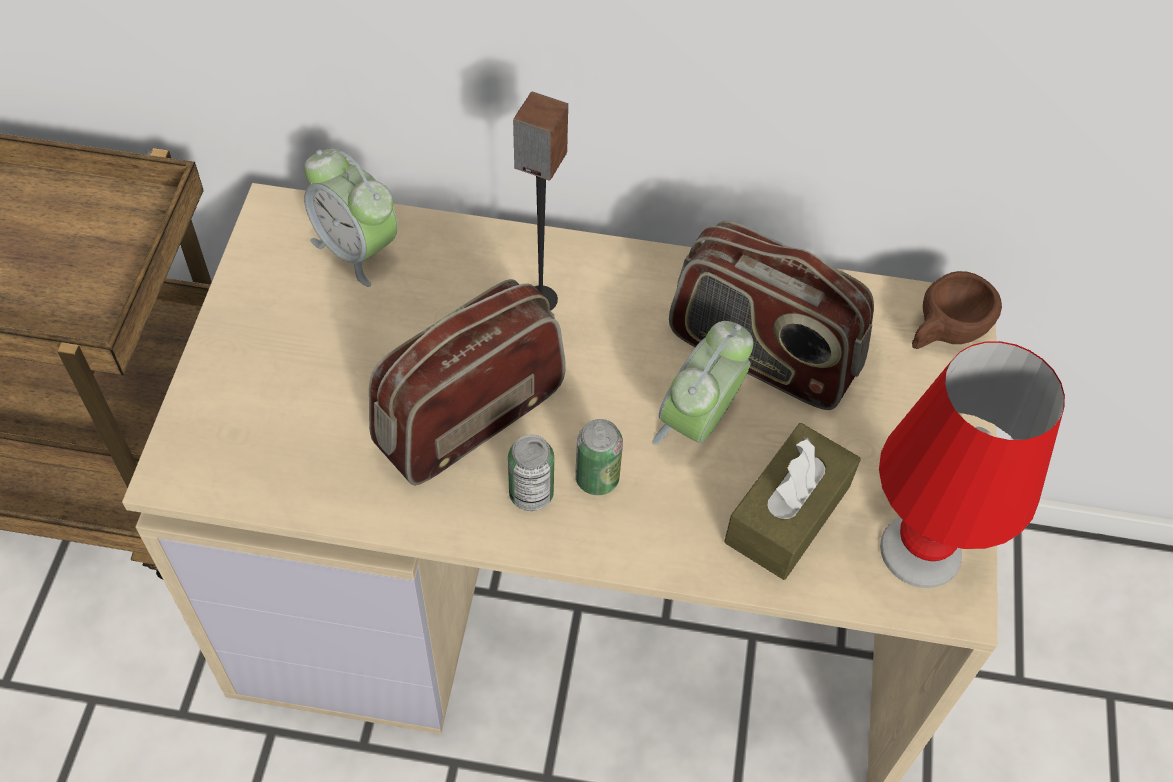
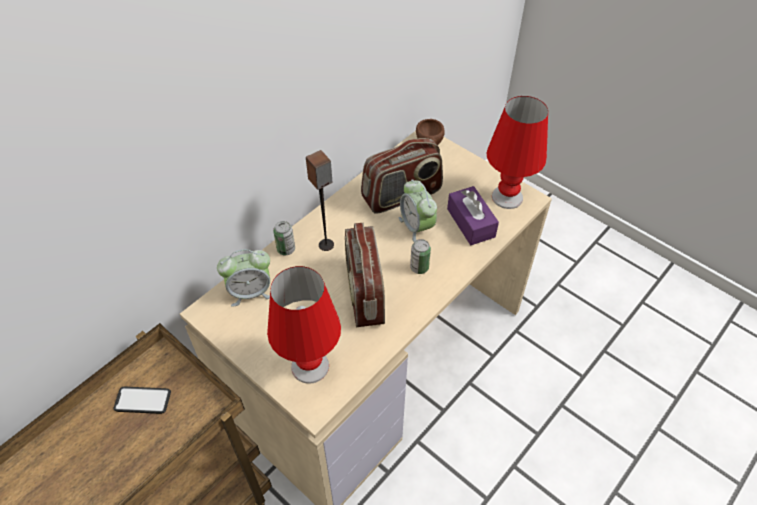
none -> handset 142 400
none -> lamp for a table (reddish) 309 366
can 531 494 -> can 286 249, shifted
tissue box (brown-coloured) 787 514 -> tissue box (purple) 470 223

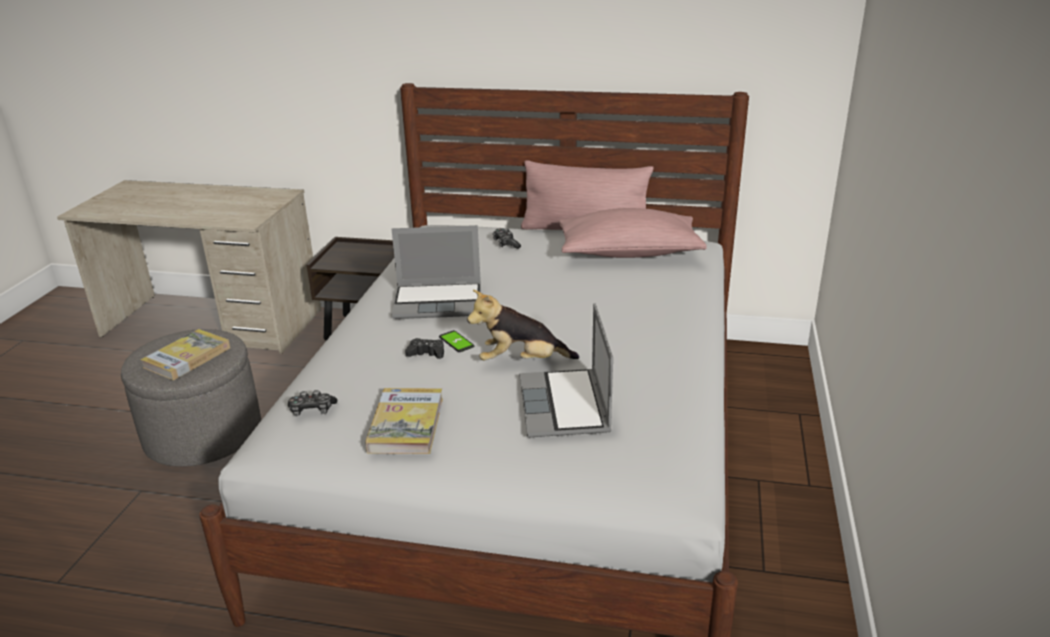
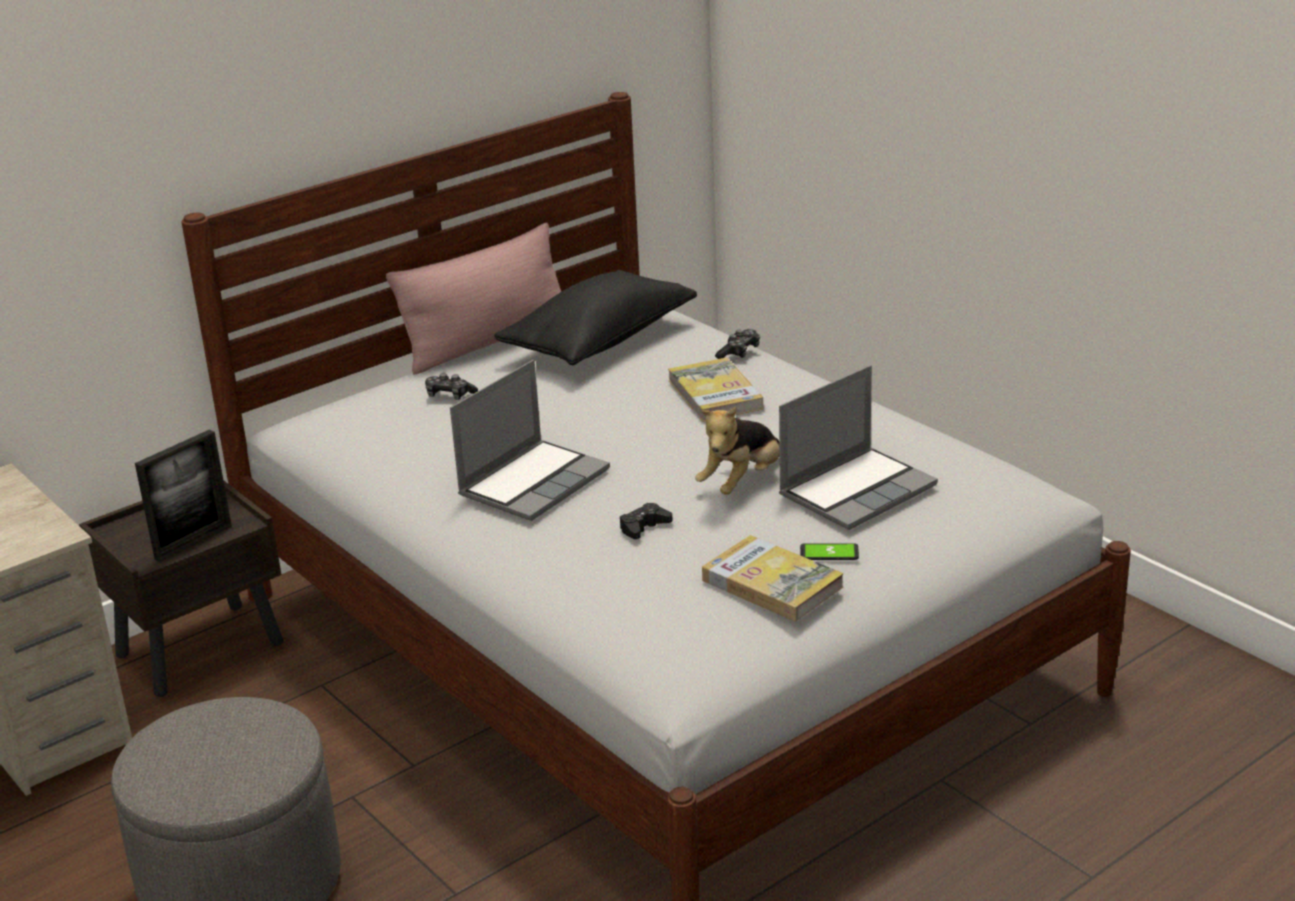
none -> standing frame 193 542
cushion (pinkish) 629 253 -> cushion (black-coloured) 599 341
book 187 357 -> book 715 394, shifted
joypad 312 410 -> joypad 739 352, shifted
notebook computer 565 406 -> notebook computer 857 490, 75 degrees counterclockwise
handset 456 342 -> handset 829 553, shifted

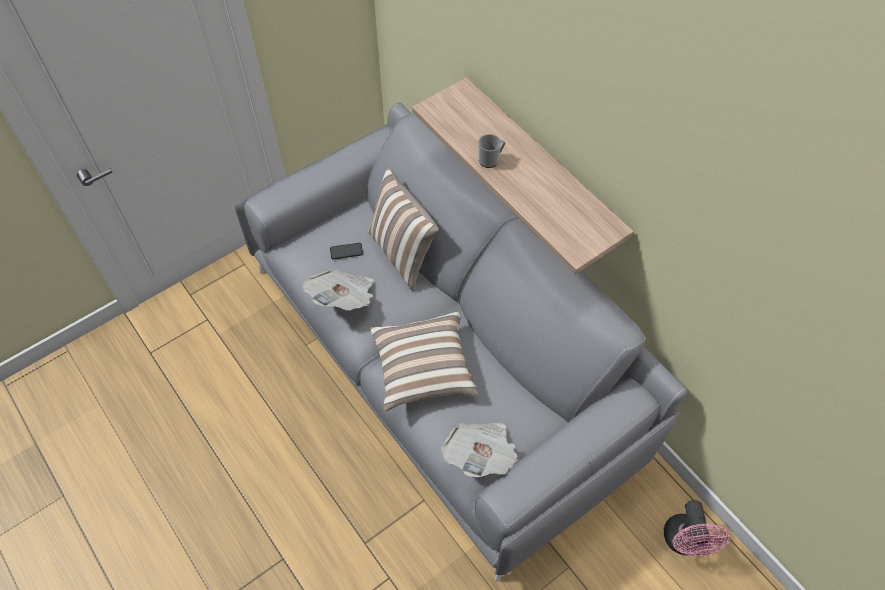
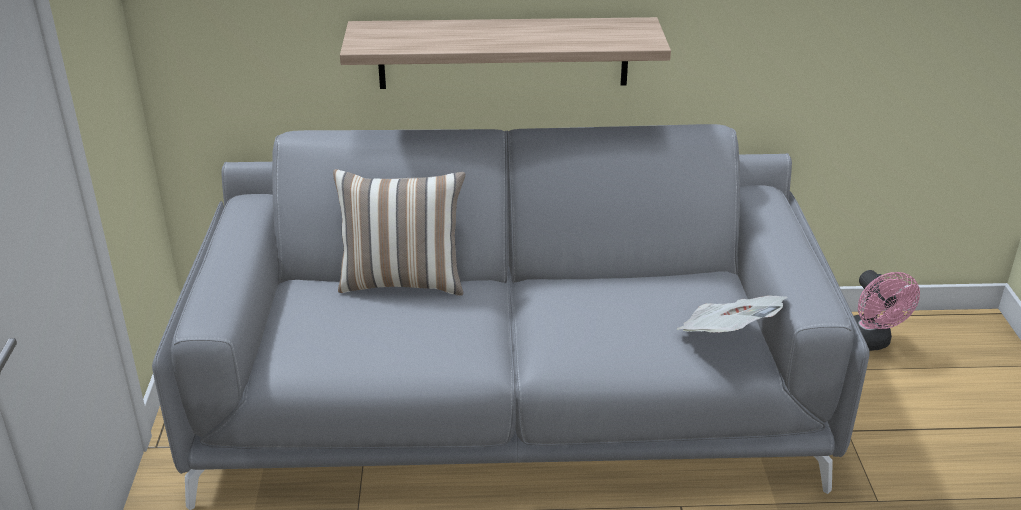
fan (pinkish) 685 542 -> fan (pinkish) 870 342, 45 degrees clockwise
daily paper 343 299 -> none
handset 346 251 -> none
cushion 423 369 -> none
mug 490 159 -> none

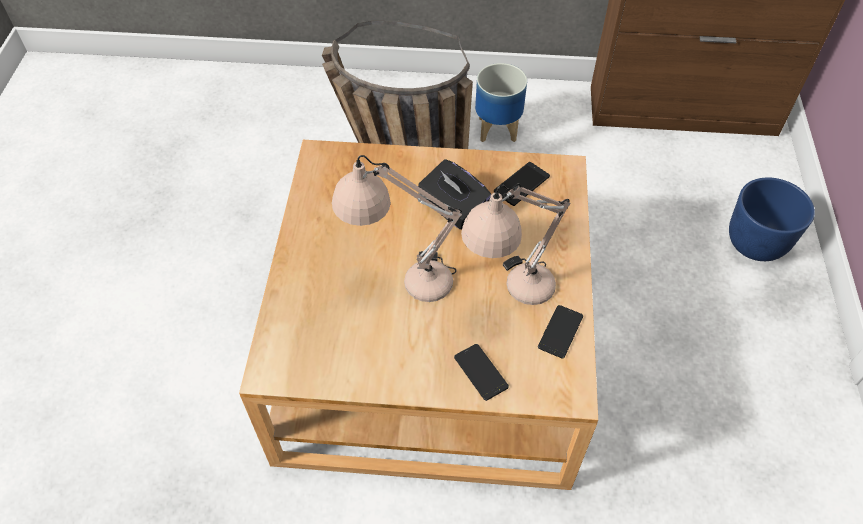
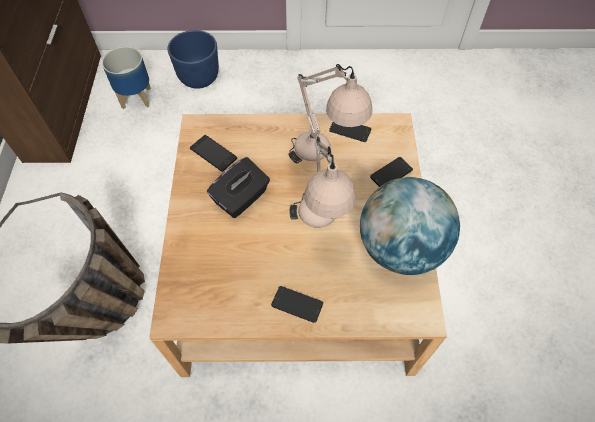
plant pot 497 130 -> plant pot 137 98, shifted
none -> handset 297 304
none -> world globe 400 248

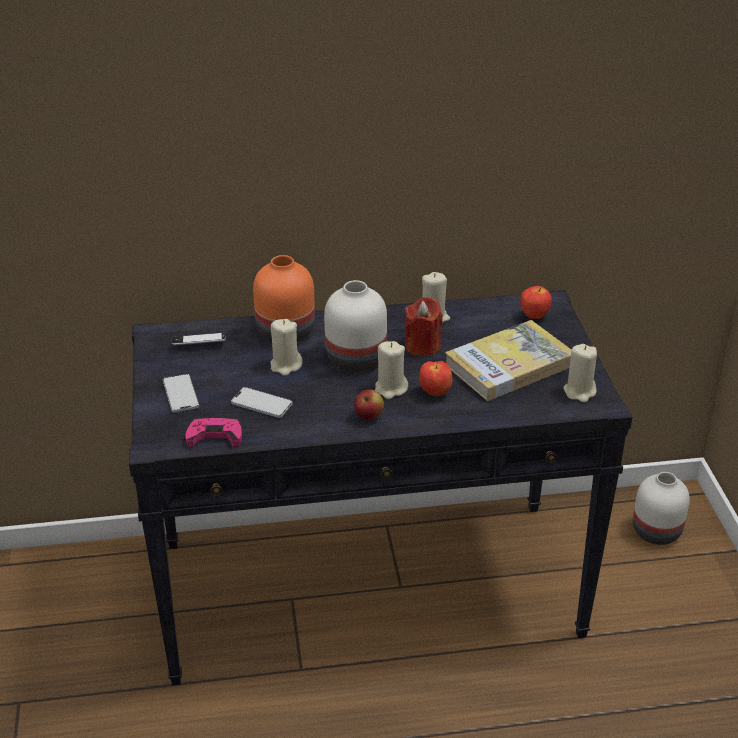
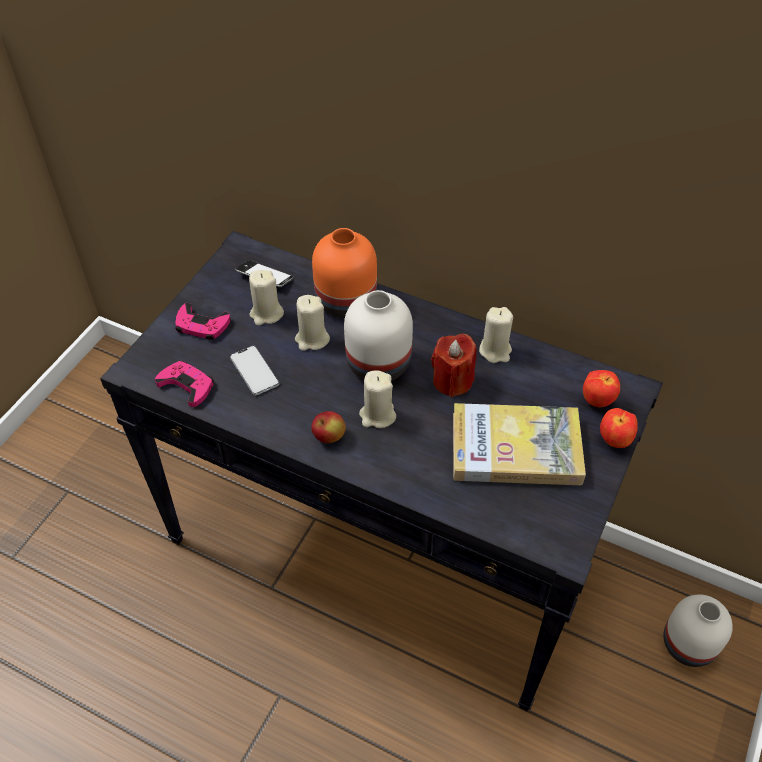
handset 180 394 -> joypad (pinkish) 201 325
candle (sand-coloured) 579 392 -> candle (sand-coloured) 266 314, shifted
apple fruit 435 393 -> apple fruit 614 440, shifted

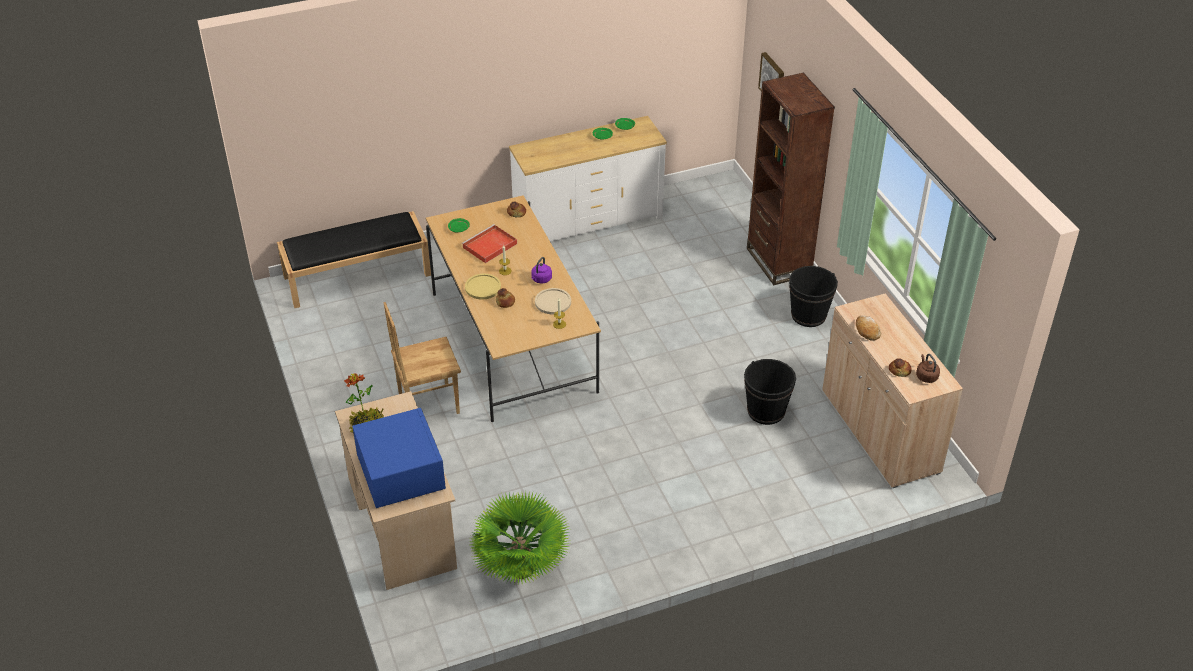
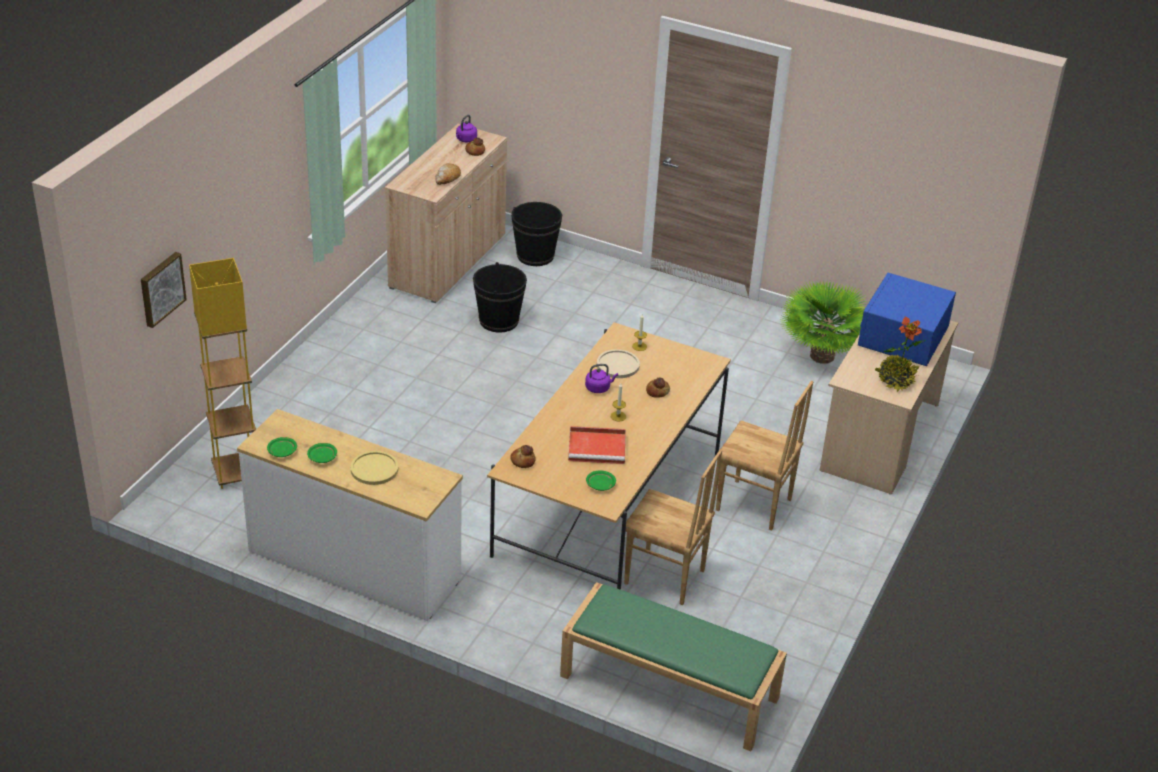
none -> floor lamp (yellowish) 236 473
flat dish (yellowish) 483 287 -> flat dish (yellowish) 374 469, shifted
kettle (brown-coloured) 926 376 -> kettle (purple) 465 140
water bucket (black-coloured) 808 315 -> water bucket (black-coloured) 535 256, shifted
bench (black-coloured) 358 275 -> bench (green) 667 687
none -> plain chair (brown-coloured) 664 578
bookshelf (brown-coloured) 778 262 -> none

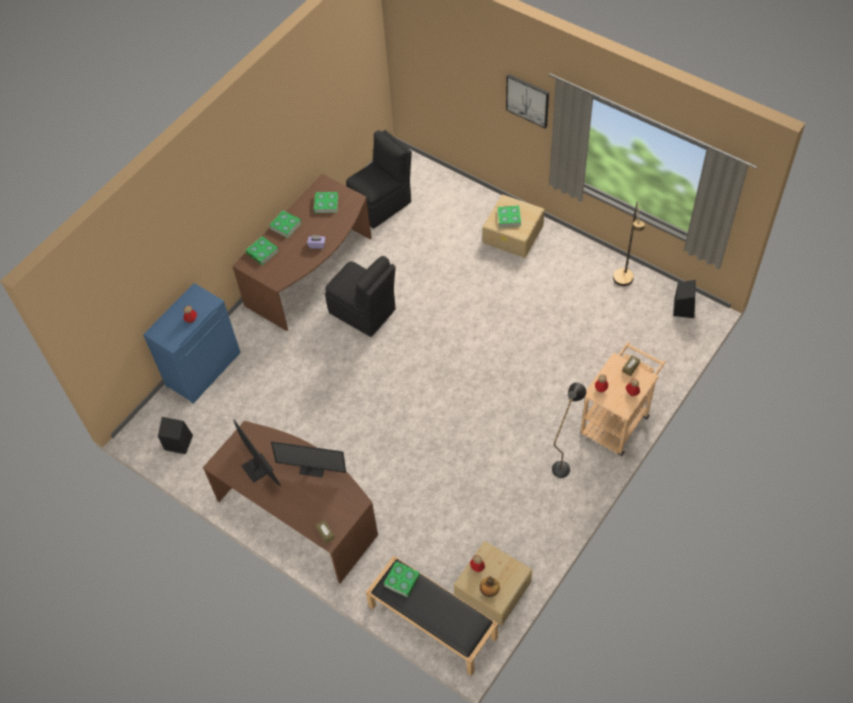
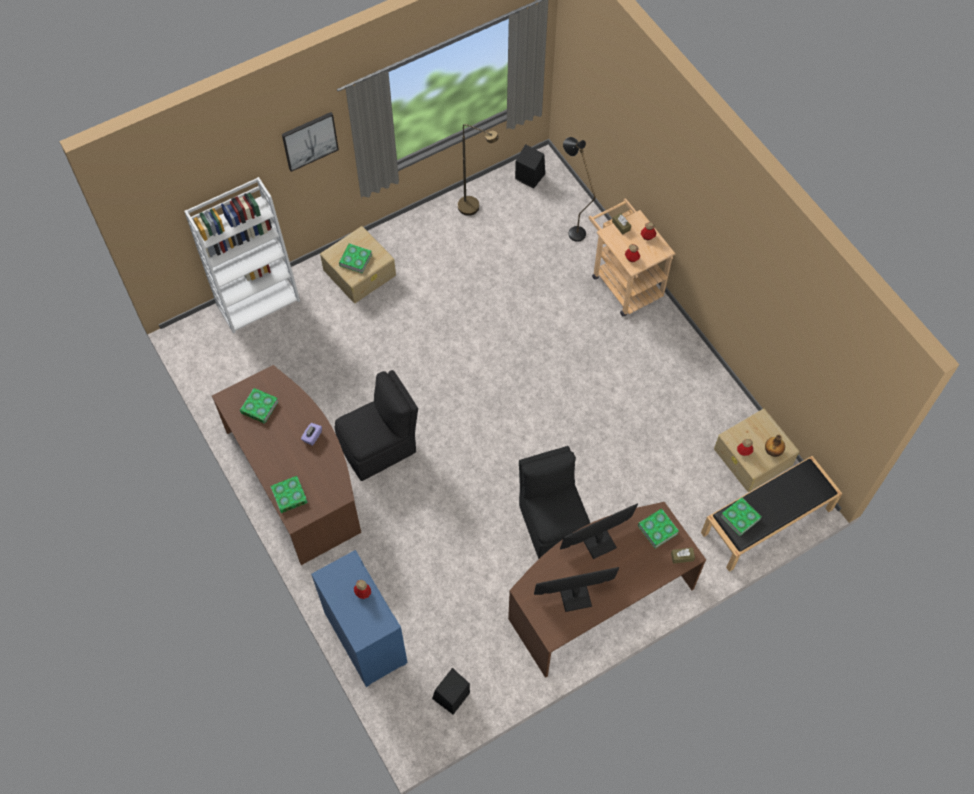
none -> bookshelf (white) 258 301
plain chair (black-coloured) 381 204 -> plain chair (black-coloured) 552 523, shifted
computer display 313 466 -> computer display 598 541, 150 degrees counterclockwise
floor lamp (black-coloured) 563 464 -> floor lamp (black-coloured) 572 230, shifted
book 285 226 -> book 657 529, shifted

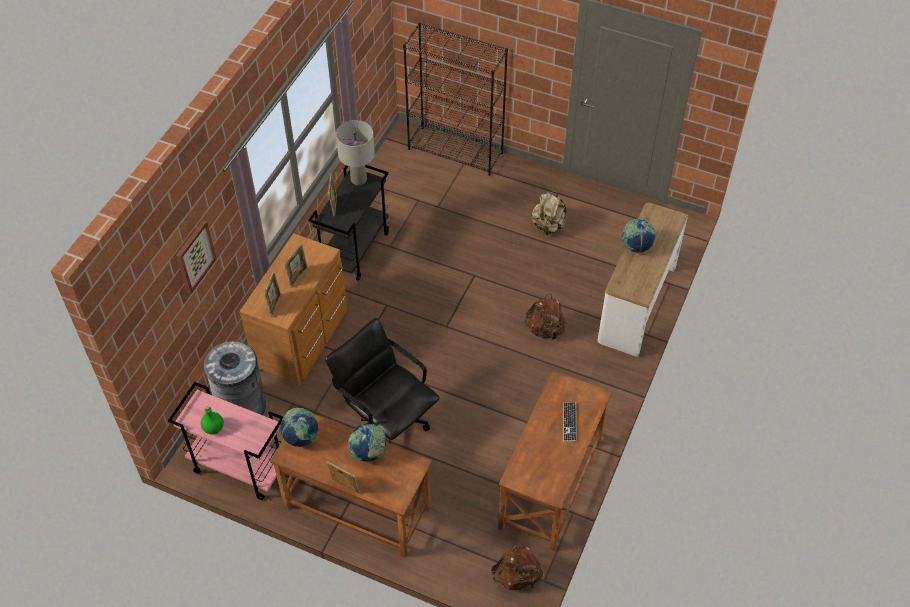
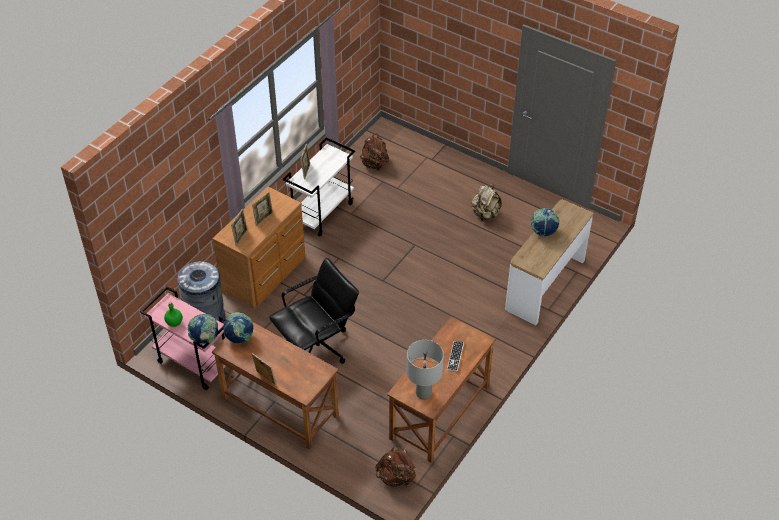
world globe 368 453 -> world globe 205 339, shifted
office chair (black-coloured) 386 423 -> office chair (black-coloured) 317 347, 90 degrees clockwise
wheeled cart (black-coloured) 354 249 -> wheeled cart (white) 322 212
backpack (brown-coloured) 545 329 -> backpack (brown-coloured) 375 164, shifted
lamp for a table (gray) 358 180 -> lamp for a table (gray) 423 393, shifted
wall art 194 256 -> none
bookshelf (black-coloured) 456 151 -> none

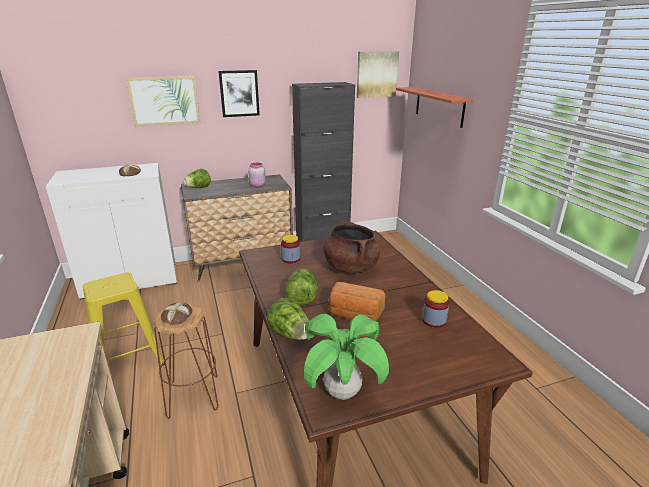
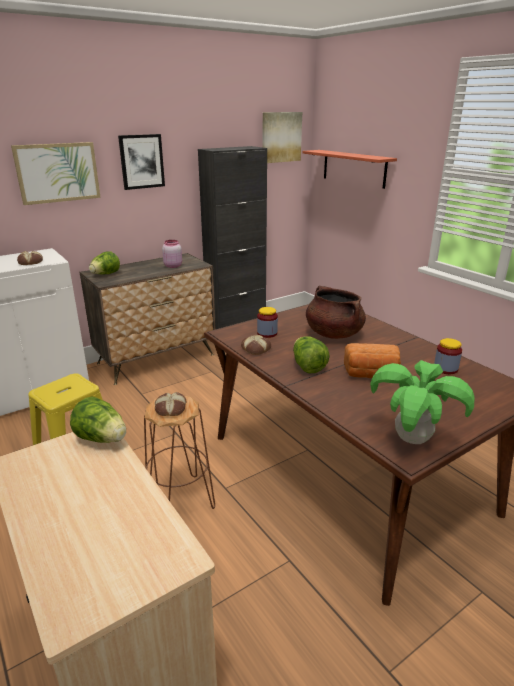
head of lettuce 290 334 -> head of lettuce 102 438, shifted
none -> bread 256 348

